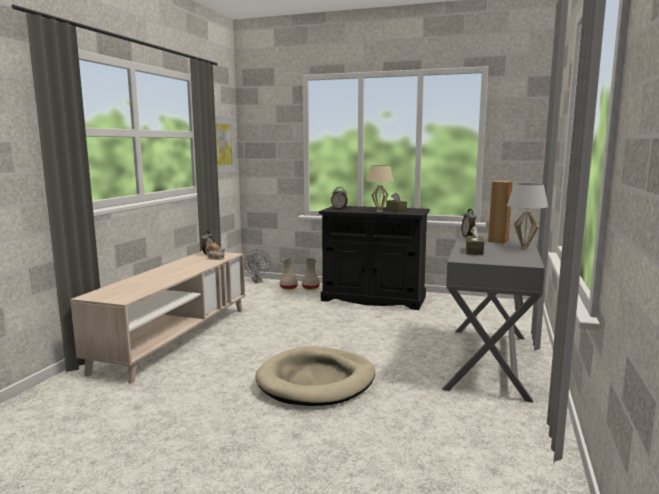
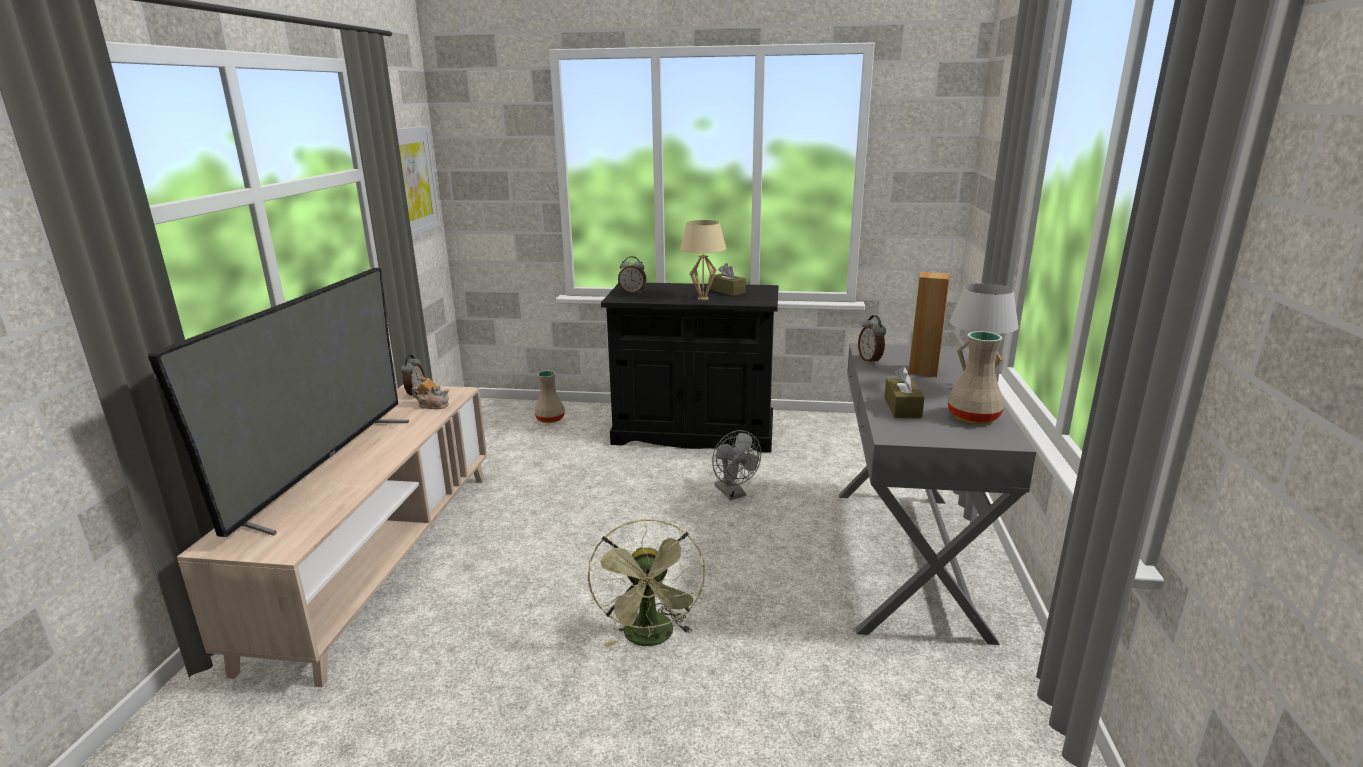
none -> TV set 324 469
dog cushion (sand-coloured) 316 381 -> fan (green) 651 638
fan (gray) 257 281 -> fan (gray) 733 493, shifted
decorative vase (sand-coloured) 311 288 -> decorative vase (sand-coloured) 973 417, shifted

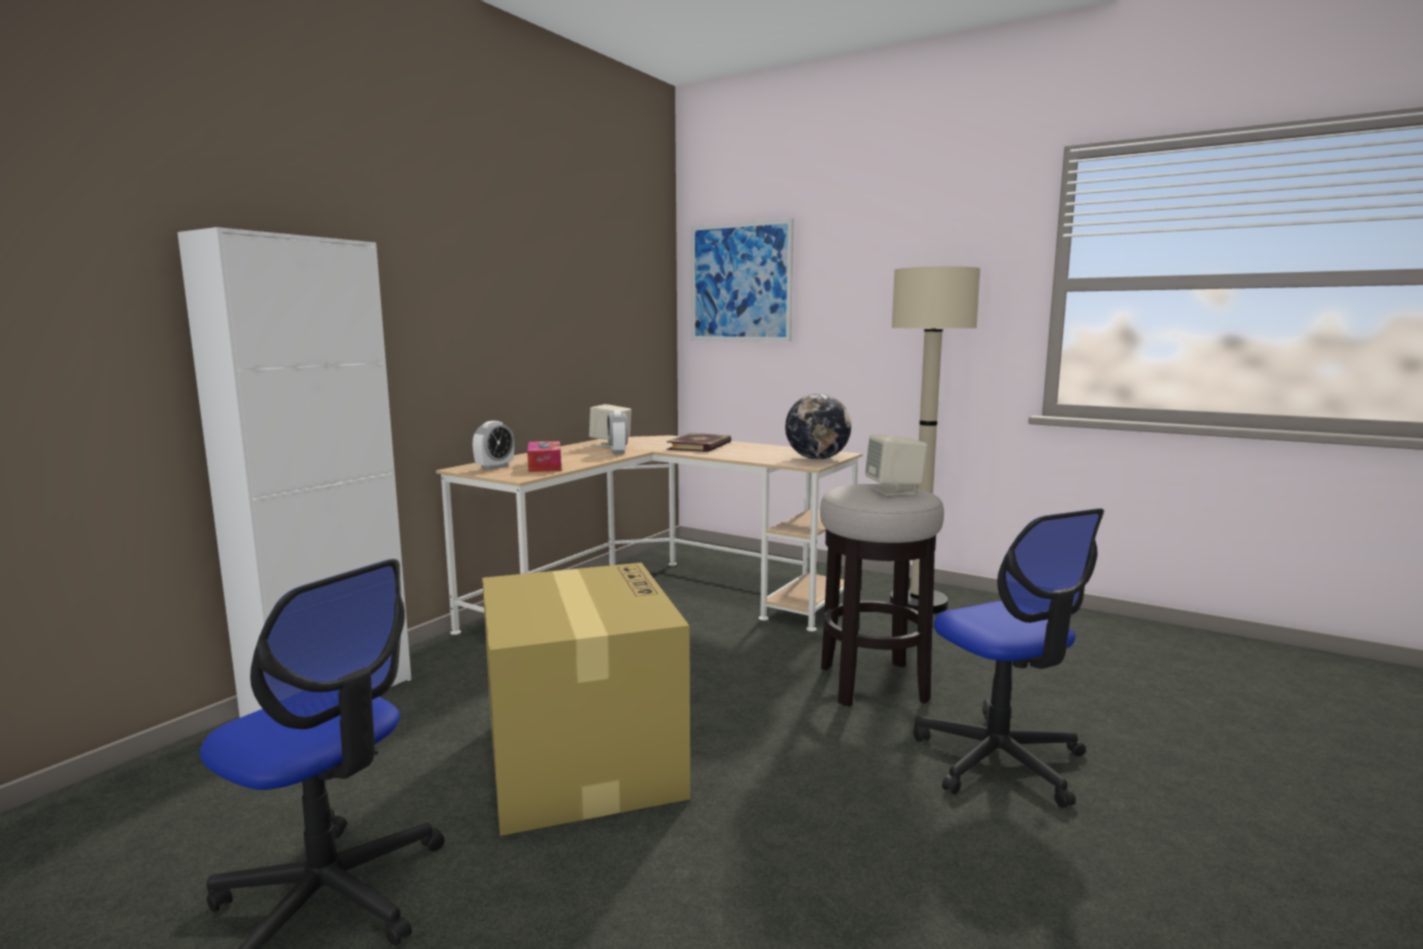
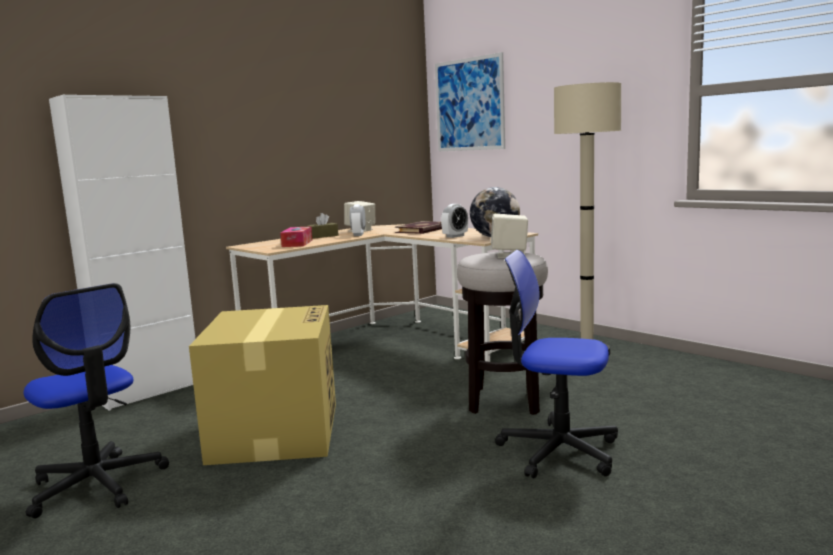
none -> tissue box (brown-coloured) 323 236
alarm clock 494 467 -> alarm clock 455 236, shifted
office chair 999 760 -> office chair 558 451, 120 degrees clockwise

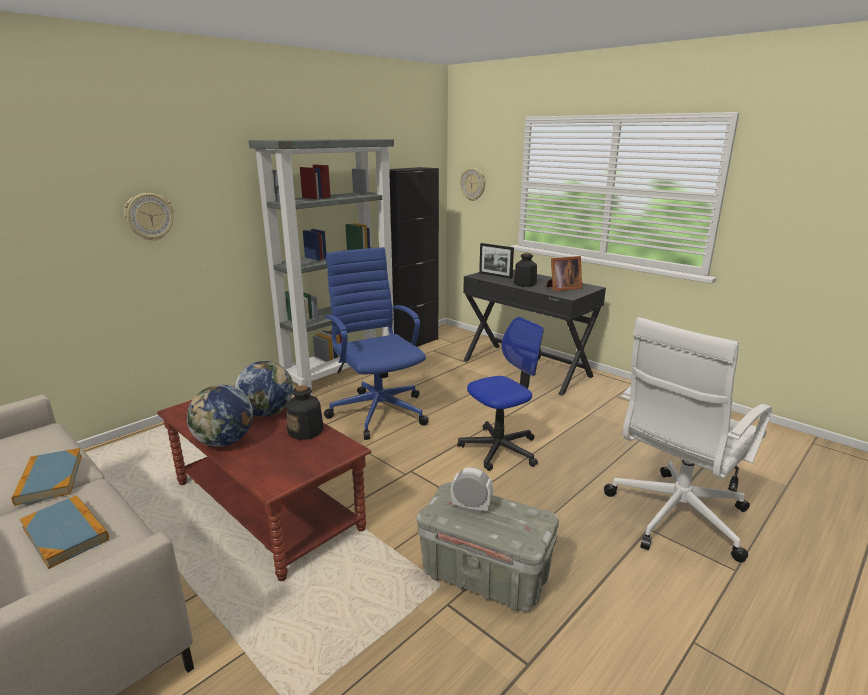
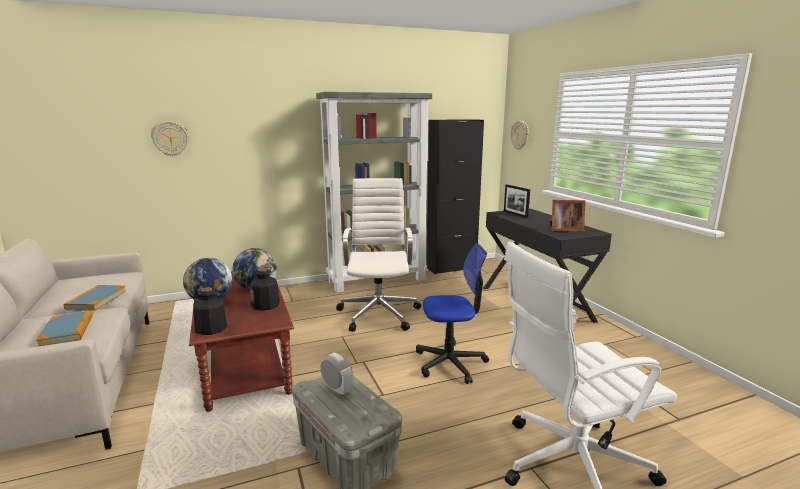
hanging clock 149 216 -> hanging clock 170 138, shifted
bottle 525 284 -> bottle 211 328, shifted
office chair (blue-coloured) 378 411 -> office chair (white) 379 313

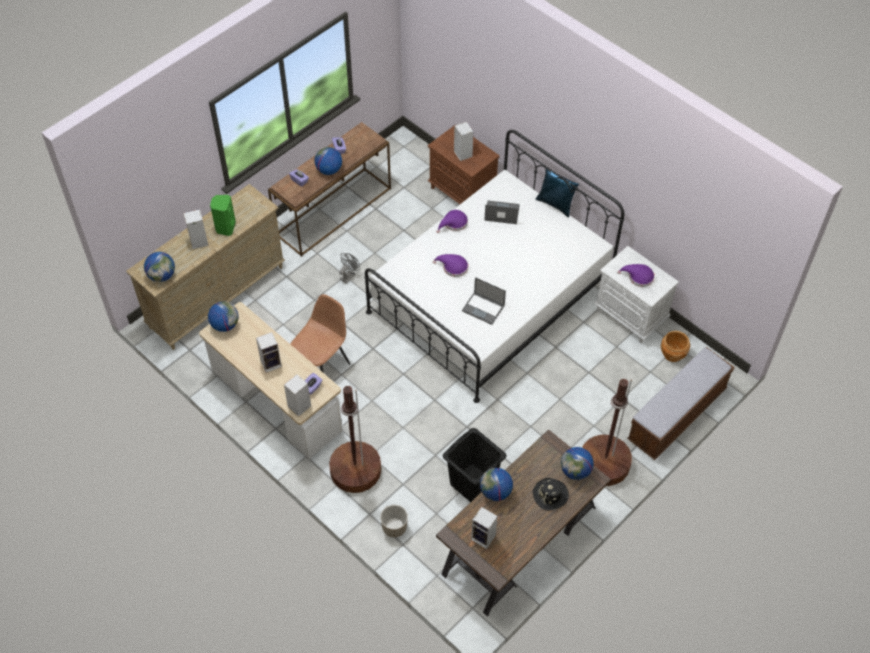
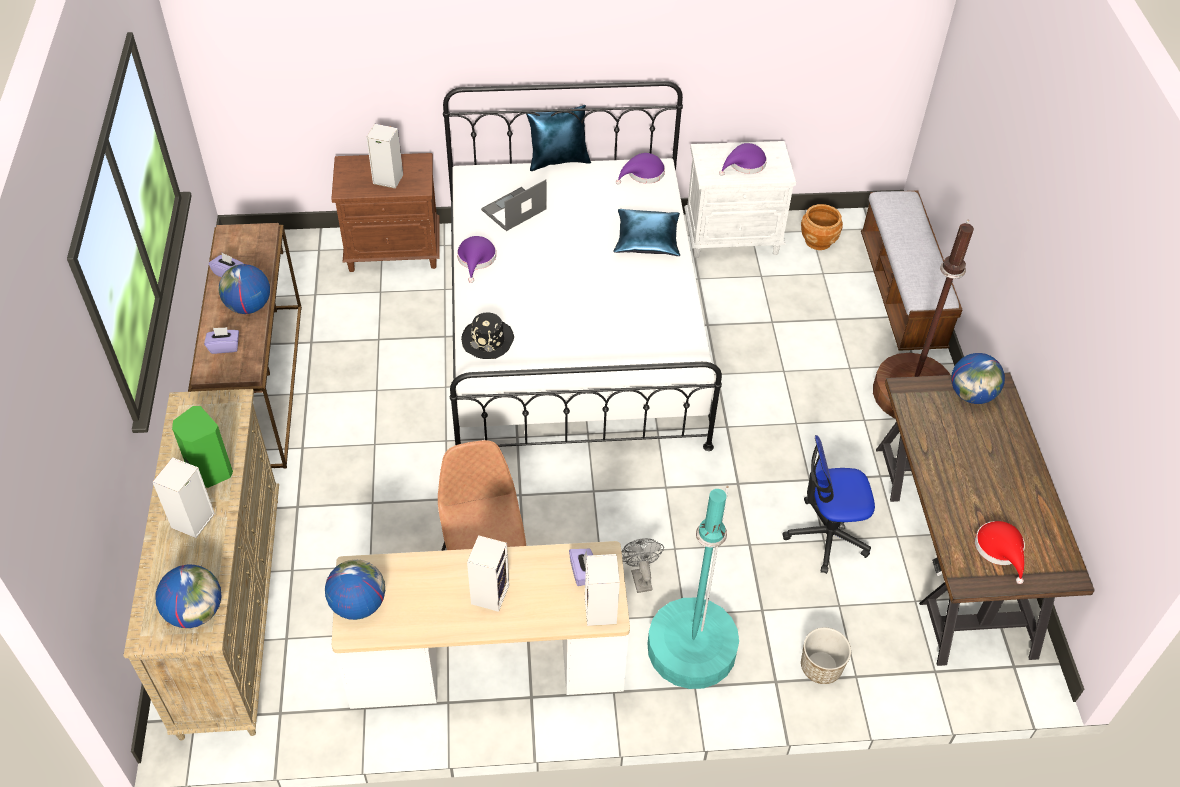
hat (black-coloured) 550 495 -> hat (black-coloured) 488 340, shifted
none -> cushion (blue-coloured) 647 239
hat (purple) 453 267 -> hat (purple) 643 174, shifted
fan (gray) 349 275 -> fan (gray) 640 577, shifted
floor lamp (brown-coloured) 355 470 -> floor lamp (turquoise-coloured) 691 649
laundry basket (black-coloured) 472 482 -> office chair 826 535
audio speaker 484 538 -> hat (reddish) 1000 550
notebook computer 483 308 -> none
world globe 495 492 -> none

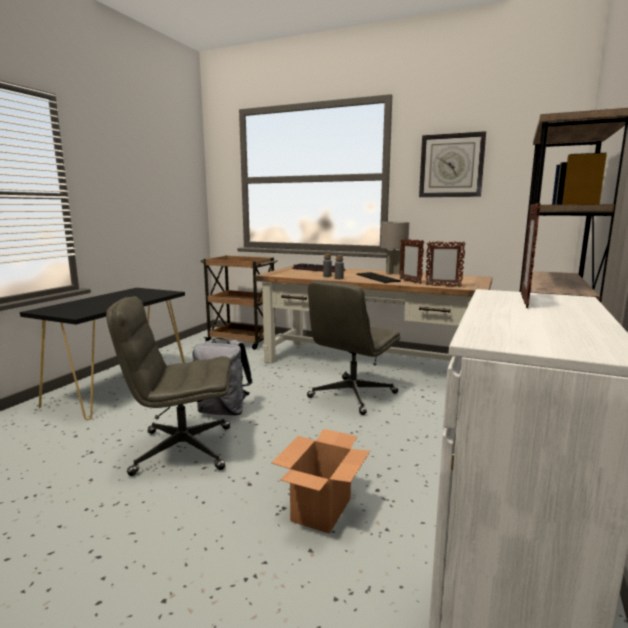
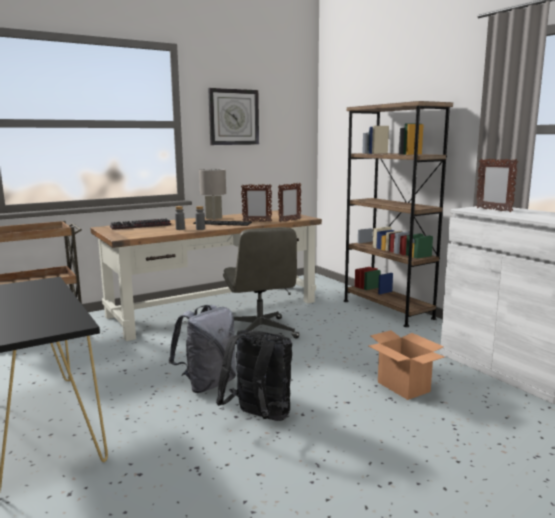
office chair (gray) 182 450 -> backpack (black-coloured) 259 418

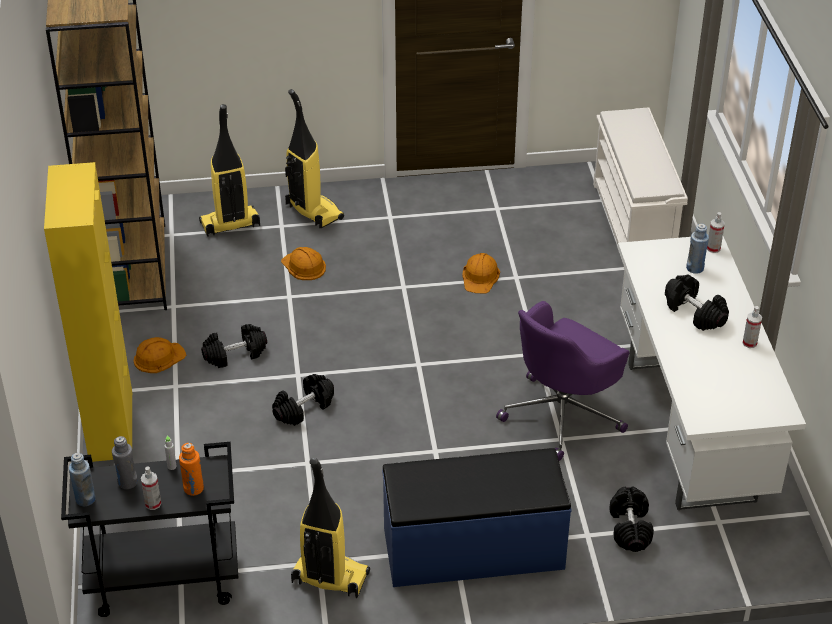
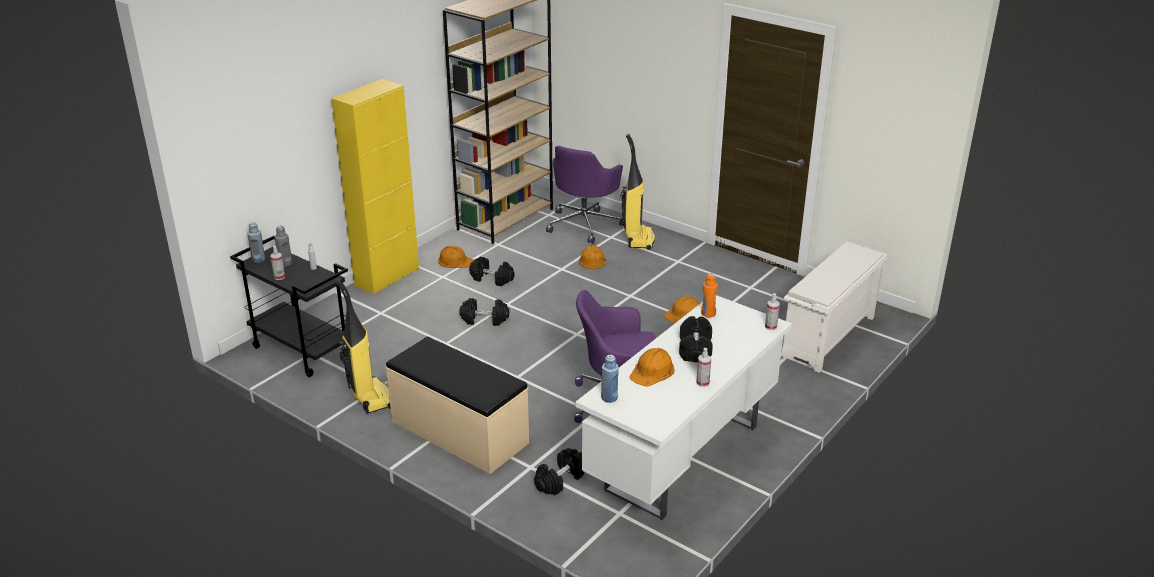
bench (blue-coloured) 473 550 -> bench (sand-coloured) 459 432
hoover 230 225 -> office chair (purple) 585 224
bottle (blue-coloured) 695 268 -> bottle (blue-coloured) 609 398, shifted
none -> hard hat (orange-coloured) 652 371
bottle (orange-coloured) 193 488 -> bottle (orange-coloured) 708 313, shifted

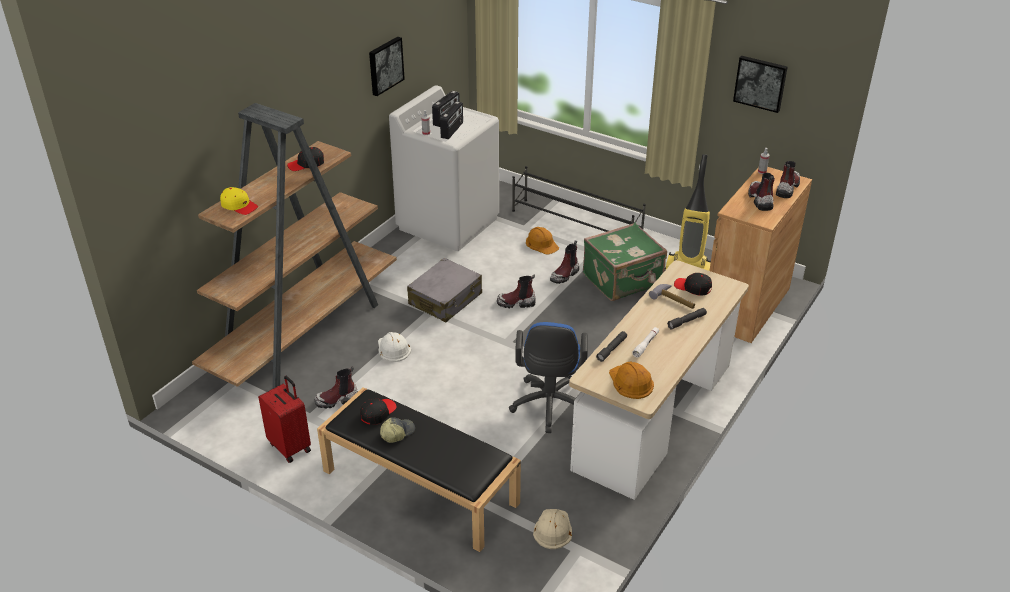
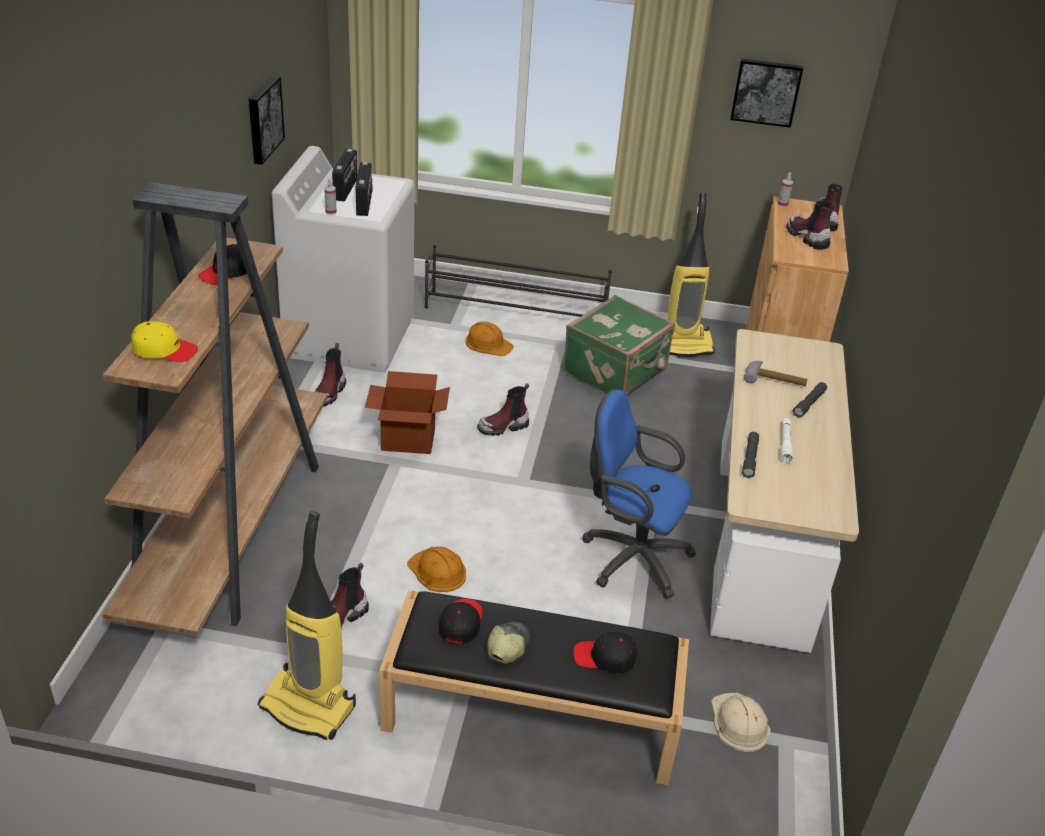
piece of luggage (reddish) 291 446 -> hoover 309 706
high-top boot 565 275 -> high-top boot 329 393, shifted
piece of luggage (gray) 445 299 -> carton 407 440
hard hat (orange-coloured) 630 382 -> hard hat (orange-coloured) 437 571, shifted
baseball cap (black-coloured) 693 287 -> baseball cap (black-coloured) 605 657, shifted
office chair (blue-coloured) 549 407 -> office chair (blue-coloured) 630 557, 135 degrees clockwise
hard hat (white) 393 348 -> none

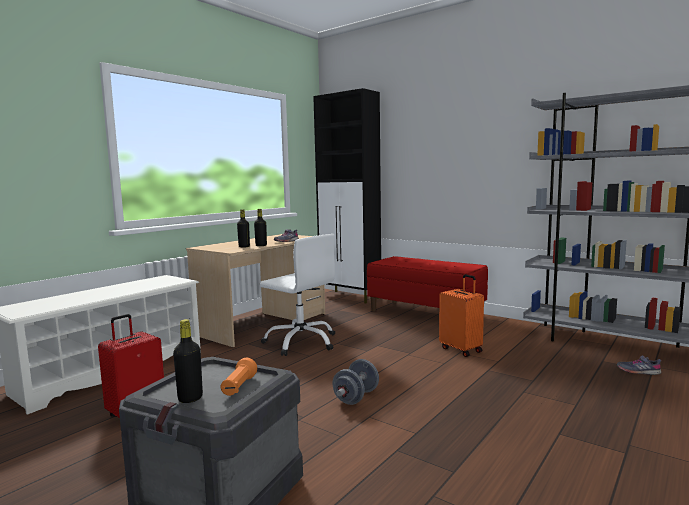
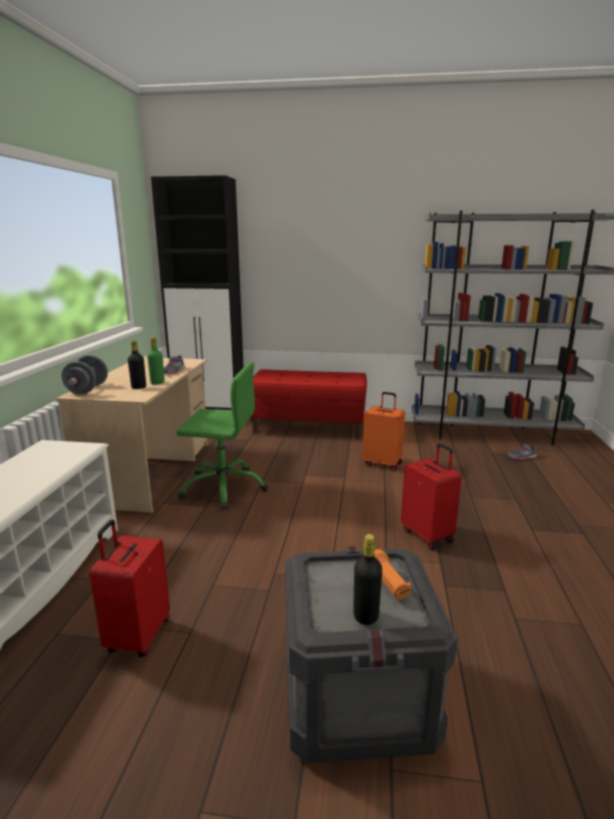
free weight (gray) 356 397 -> free weight (gray) 87 389, shifted
bottle (black-coloured) 261 245 -> bottle (green) 157 383
office chair (white) 301 342 -> office chair (green) 223 487
none -> piece of luggage (reddish) 428 535

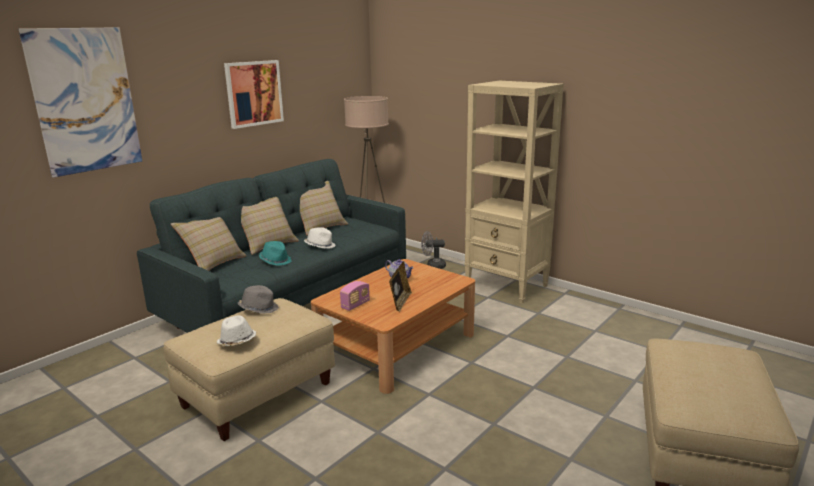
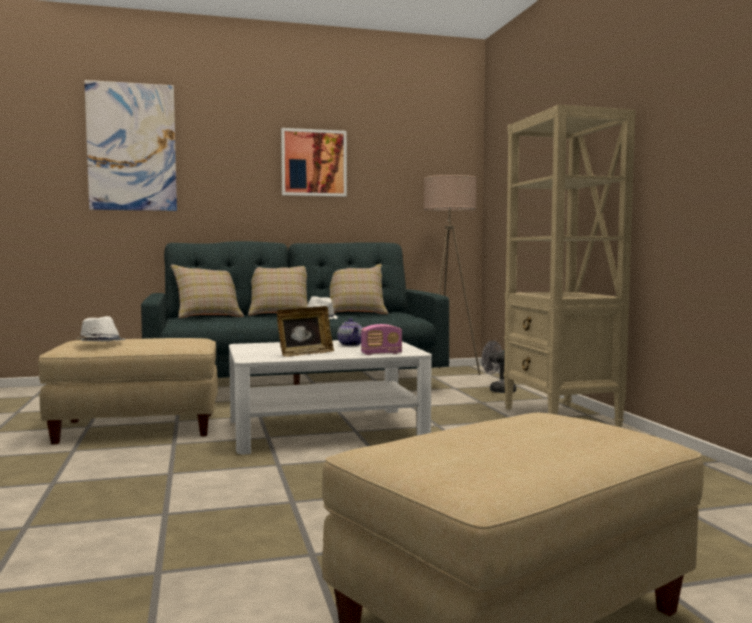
low table (brown-coloured) 397 346 -> low table (white) 326 429
radio set 355 305 -> radio set 381 353, shifted
hat (gray) 259 308 -> none
hat (turquoise-coloured) 275 261 -> none

